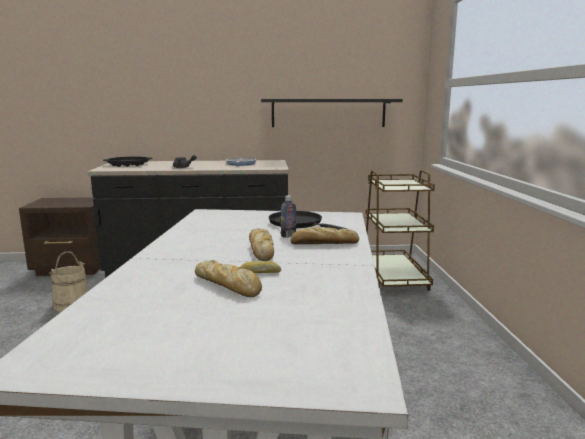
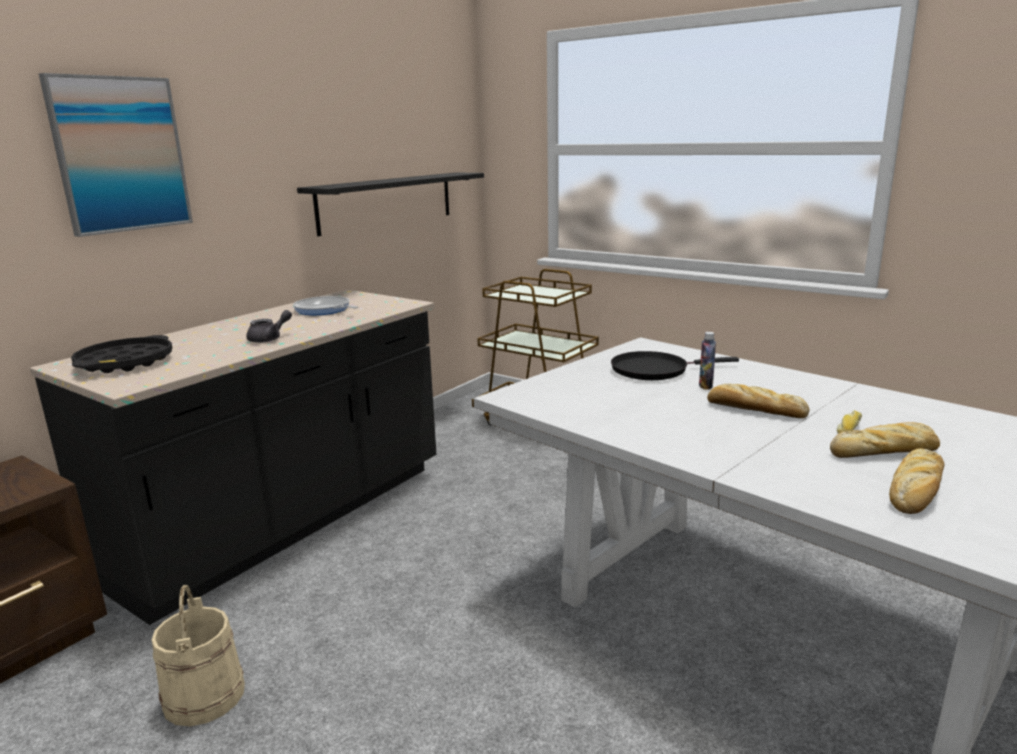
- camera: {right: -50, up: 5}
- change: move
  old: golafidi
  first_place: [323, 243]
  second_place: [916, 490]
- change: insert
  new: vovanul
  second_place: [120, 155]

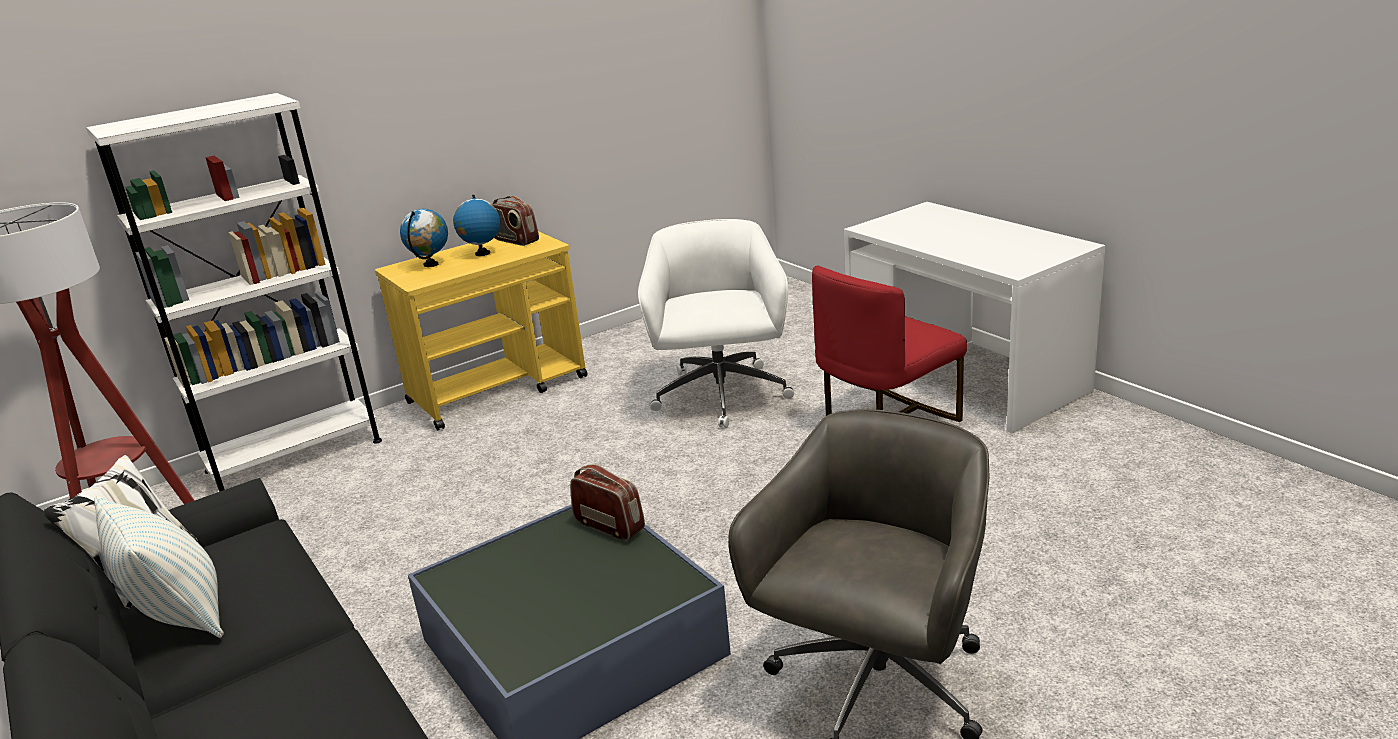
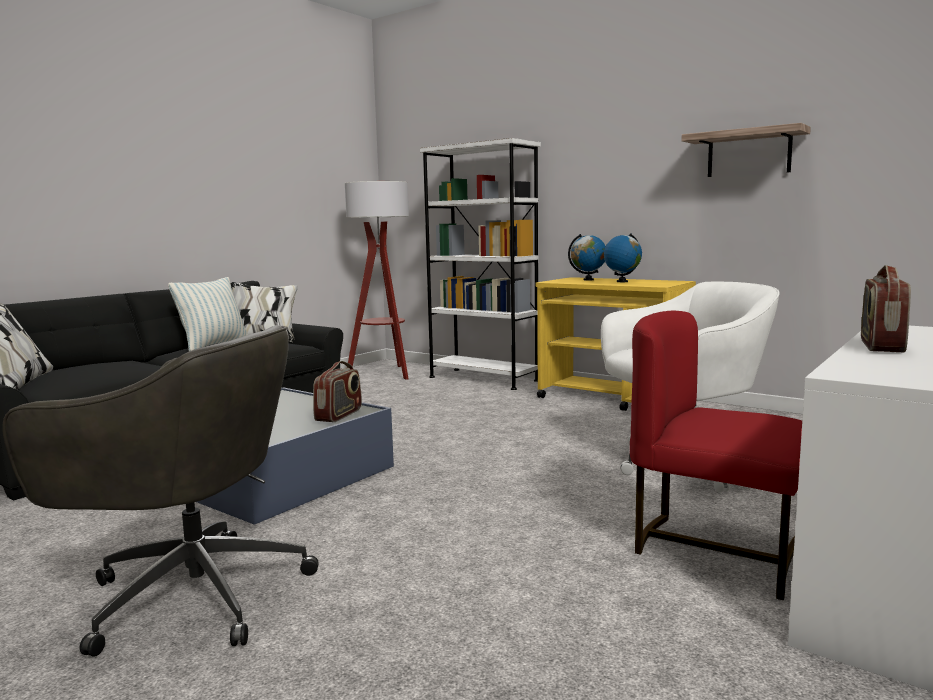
- camera: {right: 70, up: -15}
- change: move
  old: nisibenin
  first_place: [516, 240]
  second_place: [880, 346]
- change: insert
  new: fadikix
  second_place: [749, 153]

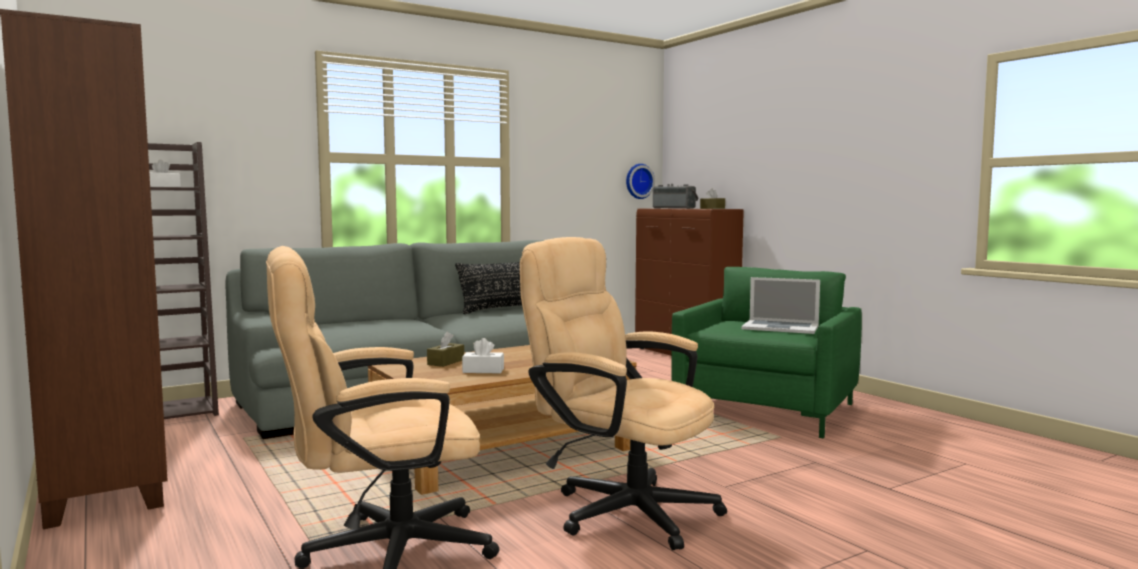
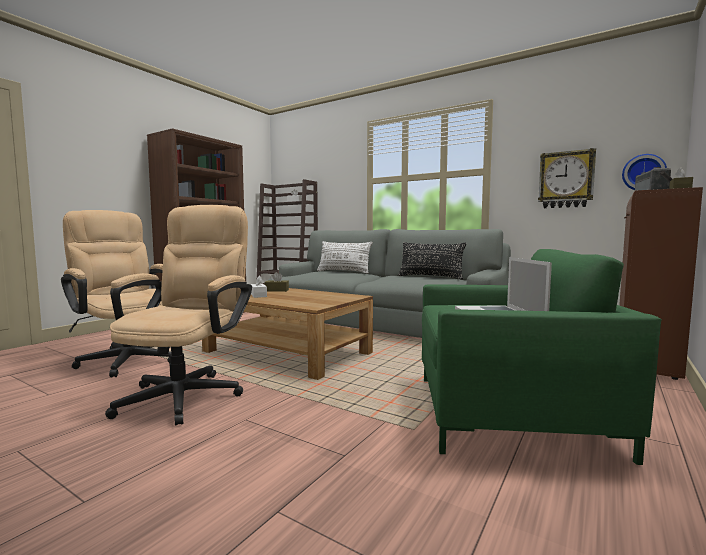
- camera: {right: 65, up: 0}
- change: insert
  new: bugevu
  second_place: [566, 180]
- change: insert
  new: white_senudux
  second_place: [344, 272]

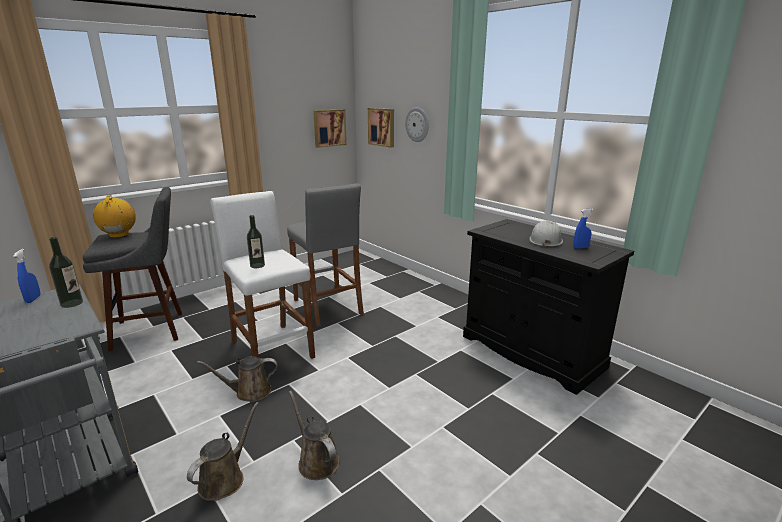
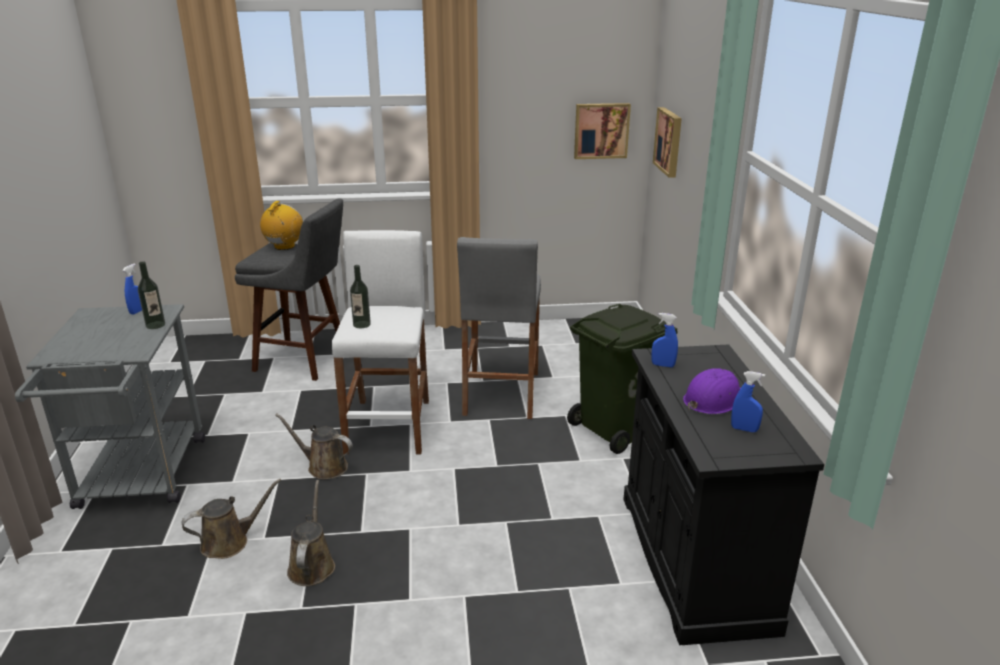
- camera: {right: 35, up: 5}
- change: delete
  old: bugevu
  first_place: [417, 124]
- change: recolor
  old: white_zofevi
  new: purple_zofevi
  first_place: [545, 240]
  second_place: [714, 399]
- change: insert
  new: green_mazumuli
  second_place: [615, 430]
- change: insert
  new: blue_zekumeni
  second_place: [663, 365]

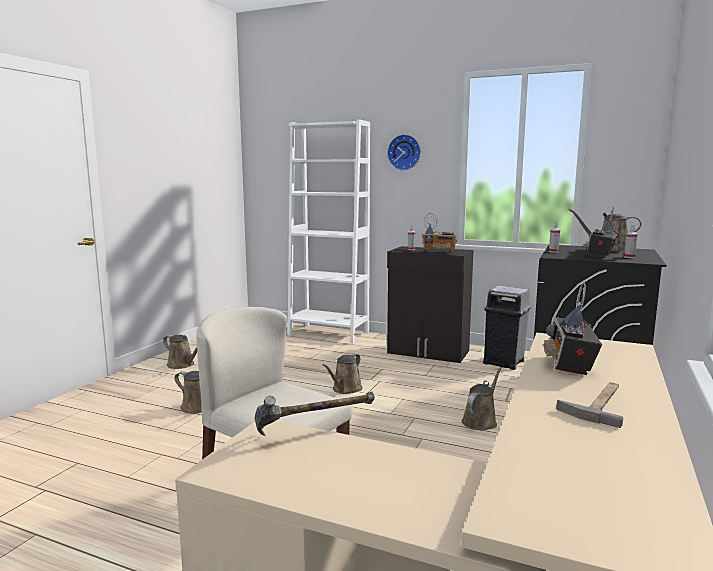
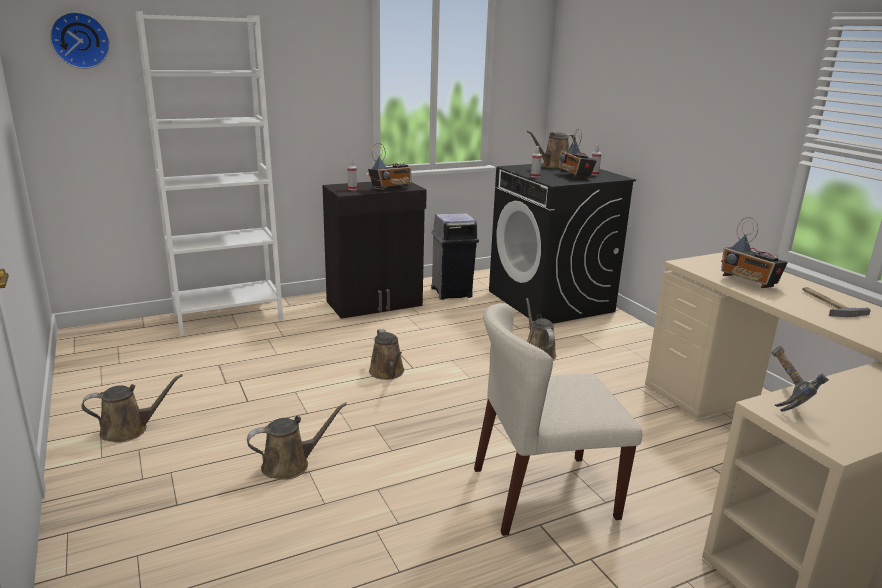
- camera: {right: -50, up: 10}
- change: move
  old: bugevu
  first_place: [404, 152]
  second_place: [80, 40]

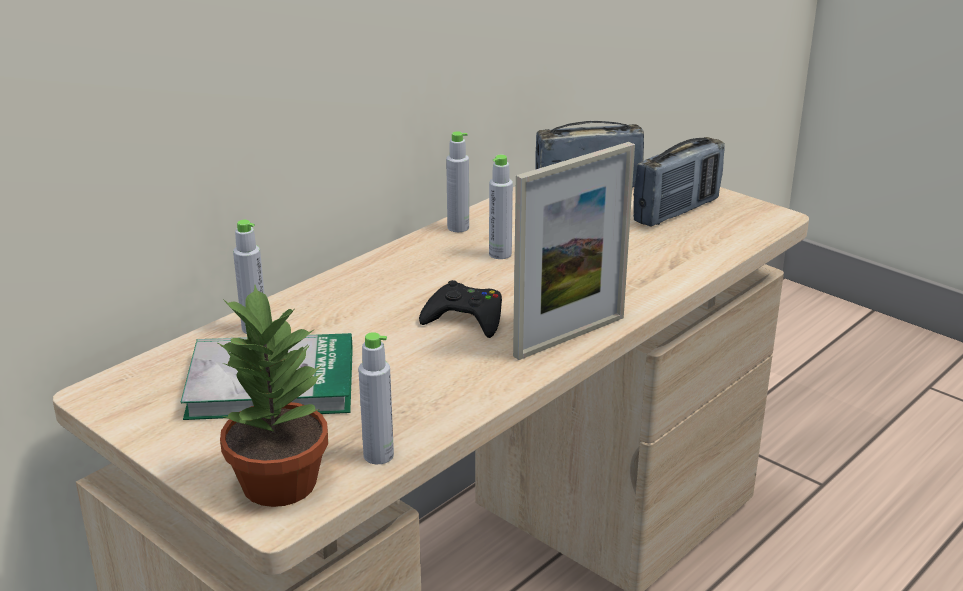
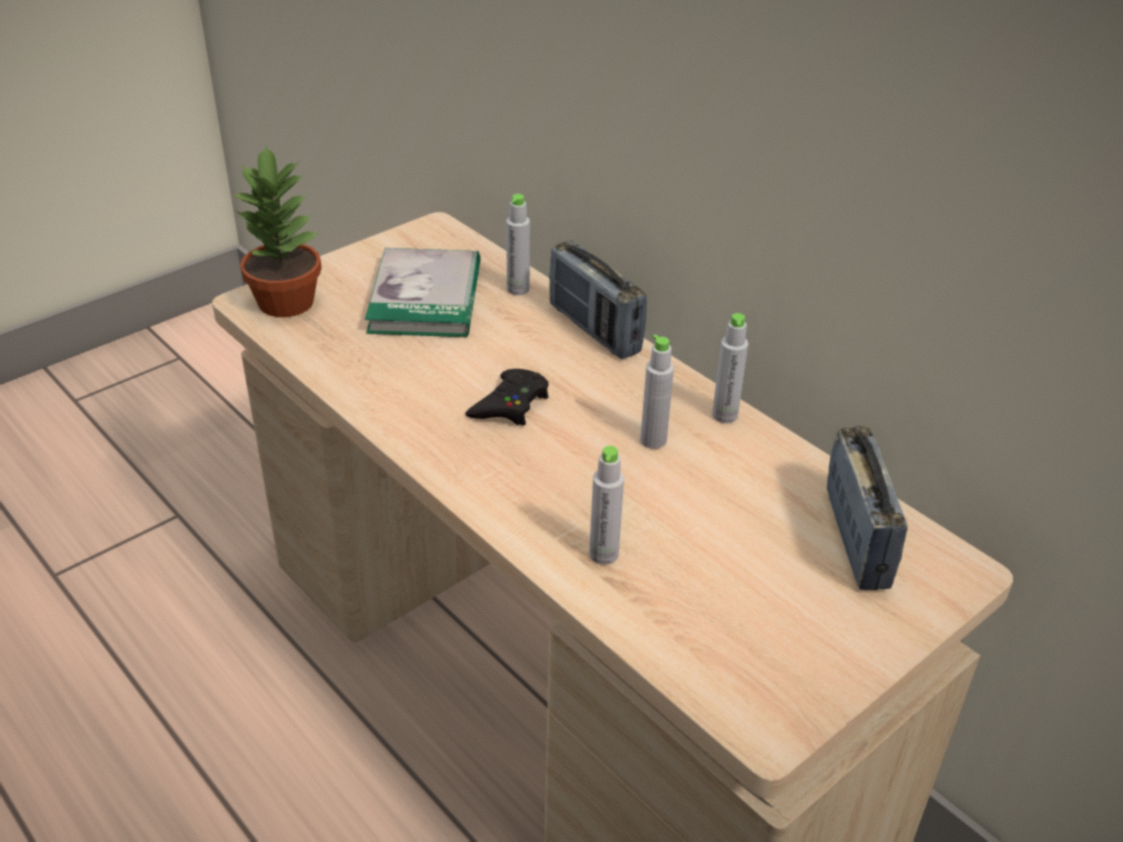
- camera: {right: 95, up: 10}
- change: move
  old: nisibenin
  first_place: [676, 211]
  second_place: [594, 329]
- change: delete
  old: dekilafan
  first_place: [569, 336]
- change: move
  old: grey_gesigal
  first_place: [378, 455]
  second_place: [603, 554]

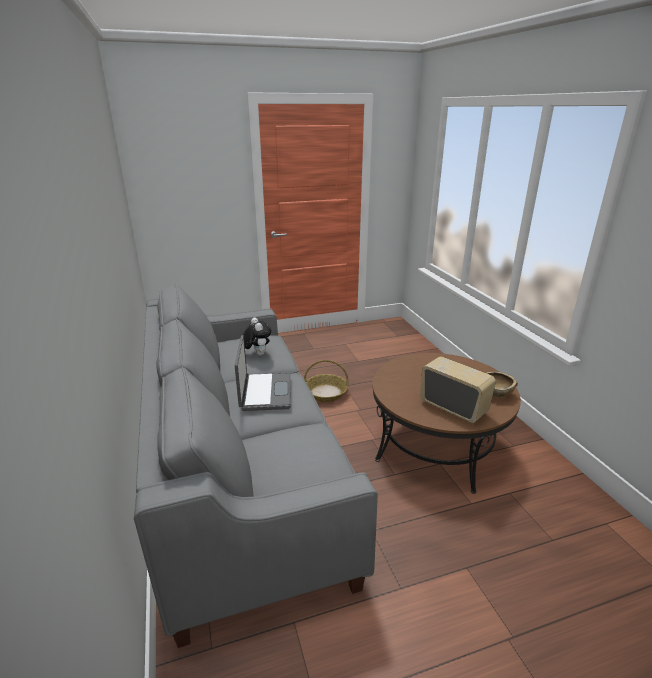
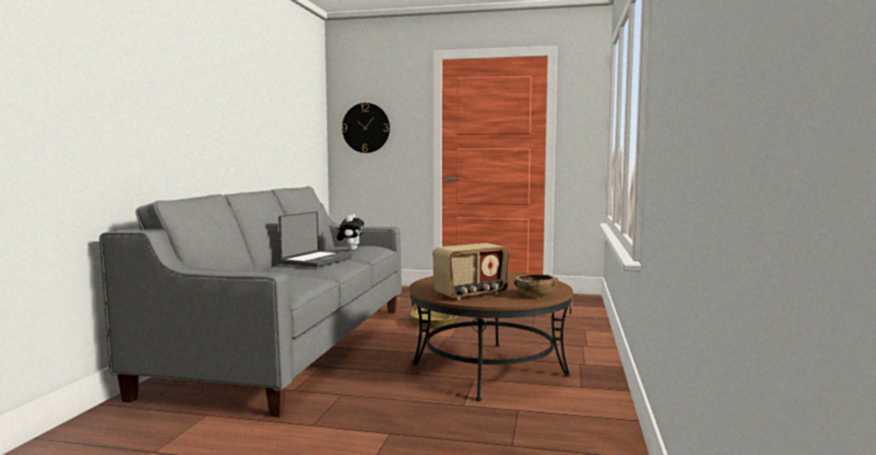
- camera: {right: 30, up: -20}
- change: rotate
  old: nisibenin
  first_place: [453, 407]
  second_place: [471, 294]
  degrees: 75
- change: insert
  new: bugevu
  second_place: [366, 128]

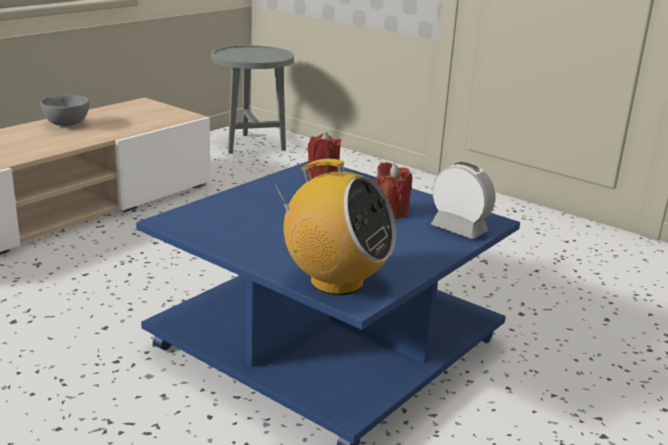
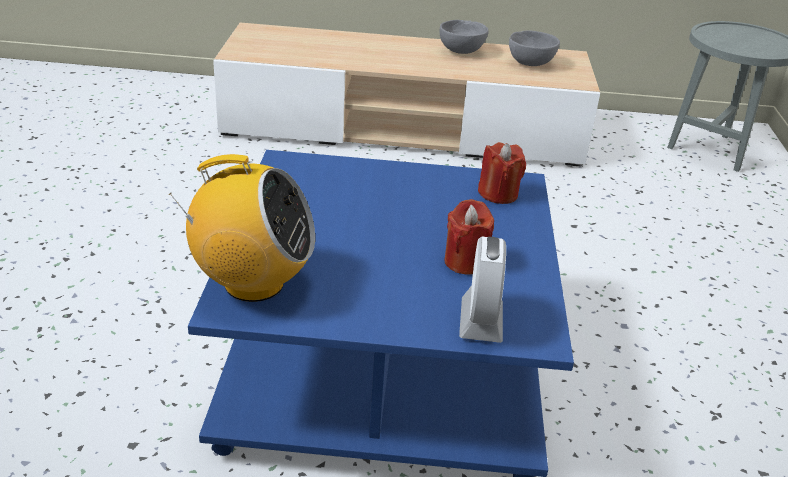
- camera: {right: 55, up: 10}
- change: rotate
  old: nisibenin
  first_place: [335, 282]
  second_place: [253, 284]
  degrees: -75
- change: insert
  new: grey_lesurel
  second_place: [530, 63]

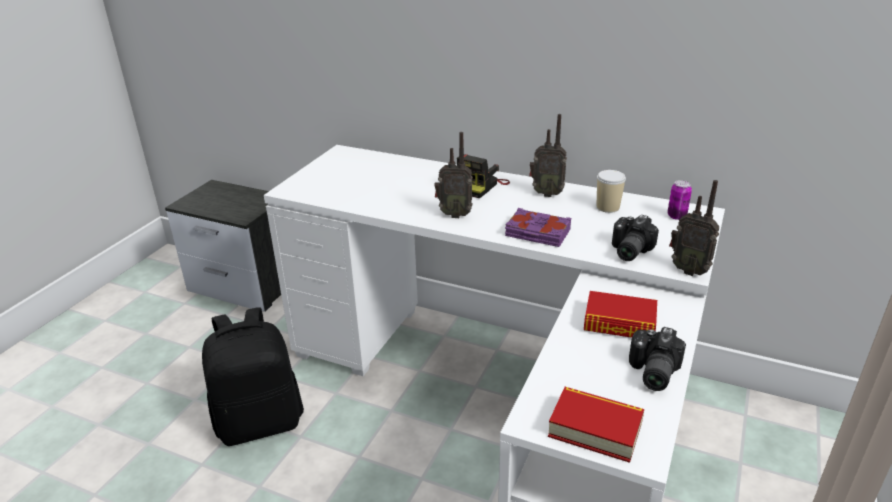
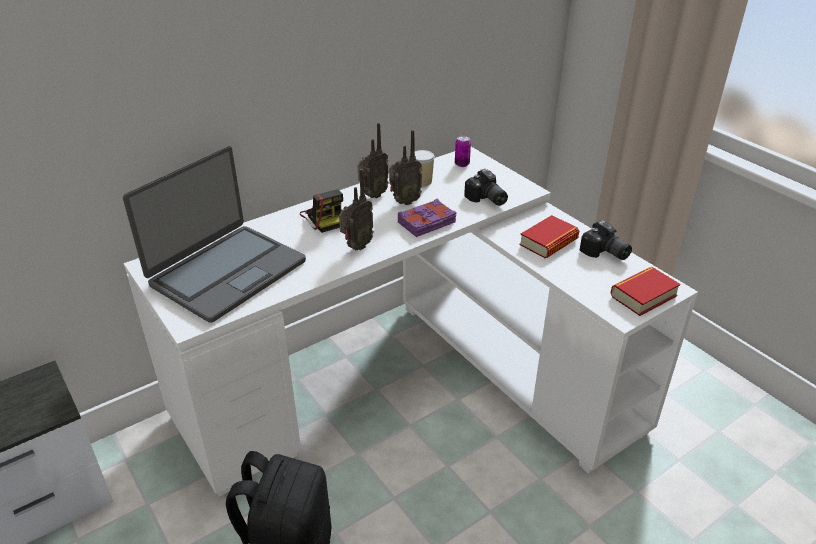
- camera: {right: -60, up: 5}
- change: move
  old: nisibenin
  first_place: [688, 270]
  second_place: [404, 202]
- change: insert
  new: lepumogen
  second_place: [227, 272]

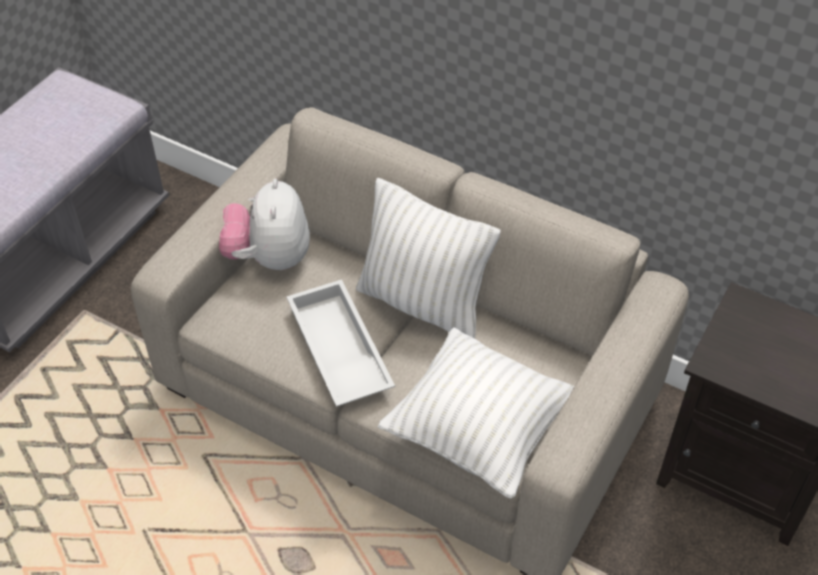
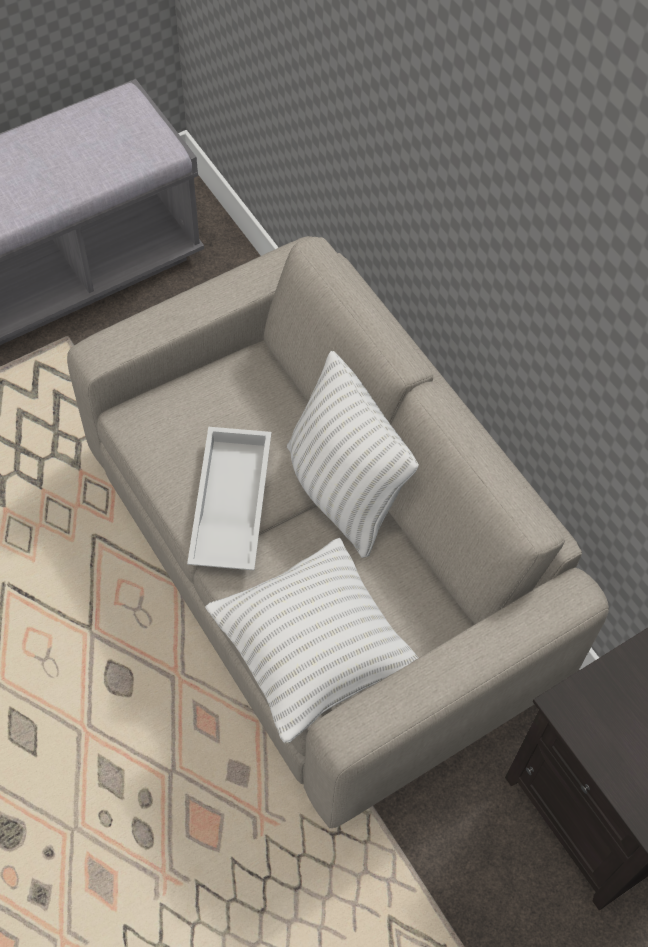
- camera: {right: 25, up: 10}
- change: delete
  old: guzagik
  first_place: [269, 257]

